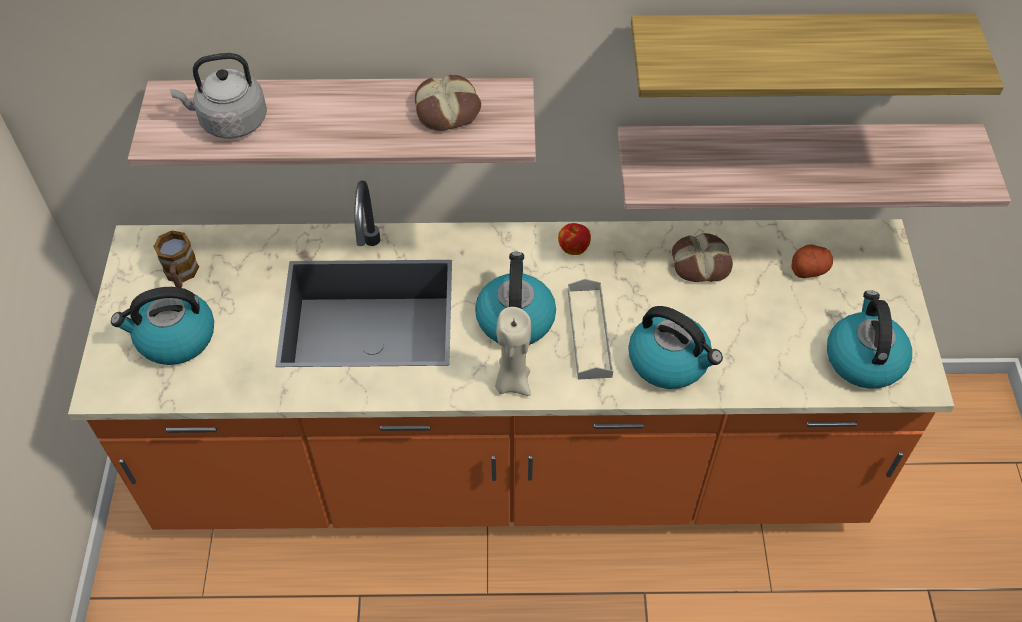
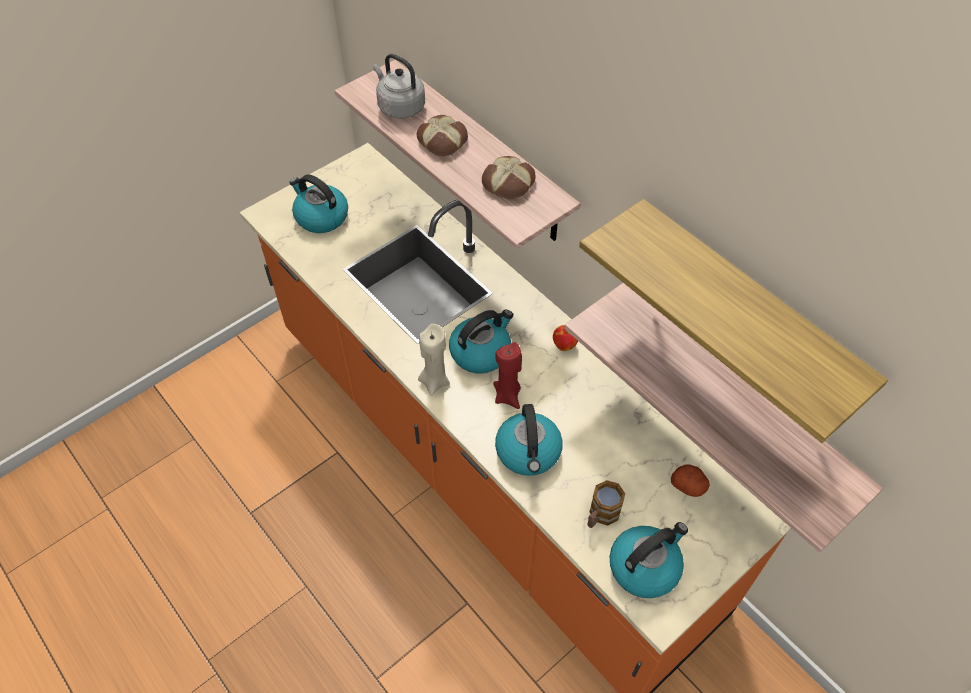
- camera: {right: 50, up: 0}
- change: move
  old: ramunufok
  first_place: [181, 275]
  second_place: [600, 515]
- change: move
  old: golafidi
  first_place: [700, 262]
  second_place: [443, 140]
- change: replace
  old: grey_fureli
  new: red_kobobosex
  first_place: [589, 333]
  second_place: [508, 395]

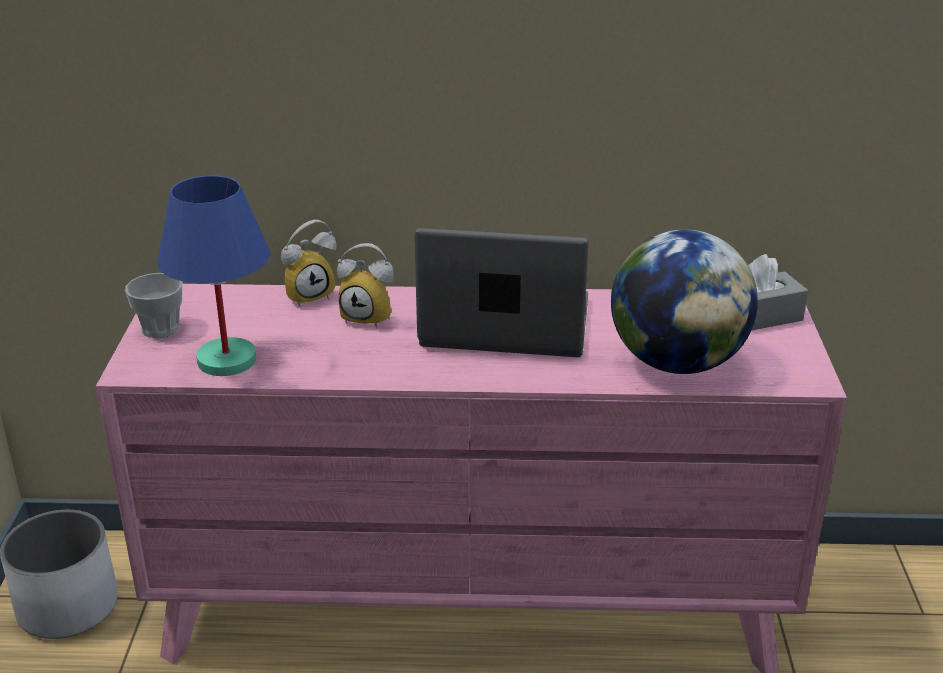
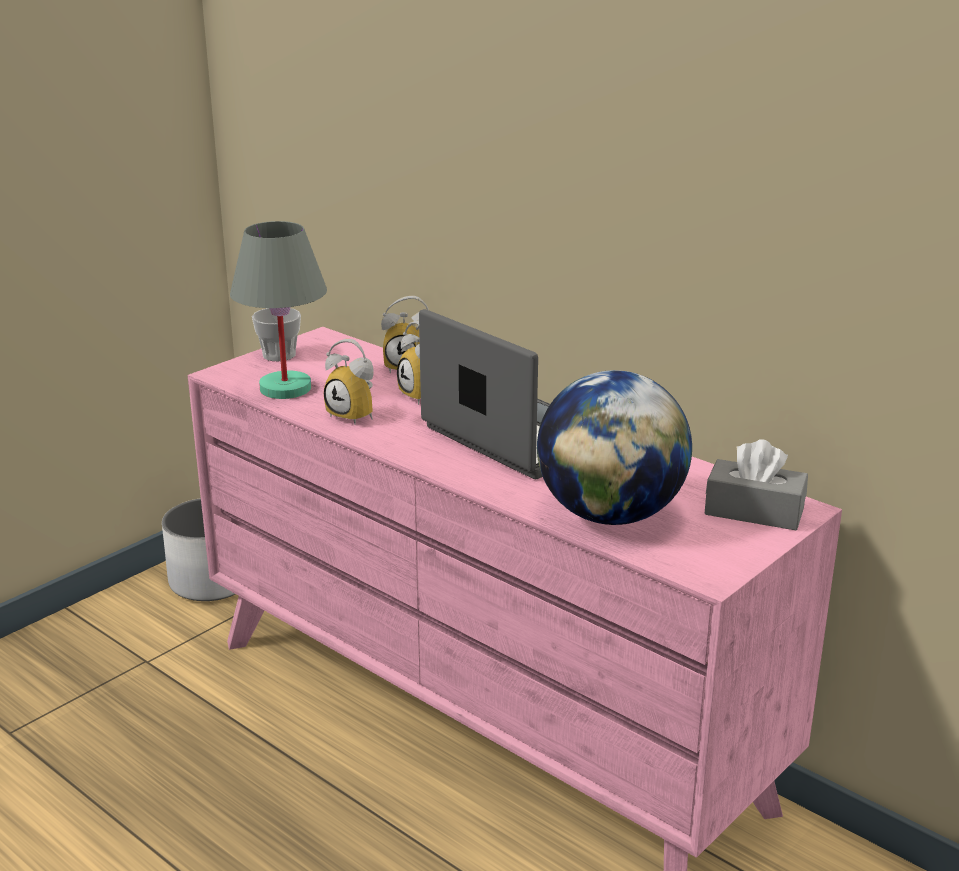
- camera: {right: 40, up: -5}
- change: recolor
  old: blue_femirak
  new: grey_femirak
  first_place: [226, 360]
  second_place: [285, 388]
- change: insert
  new: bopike
  second_place: [356, 415]

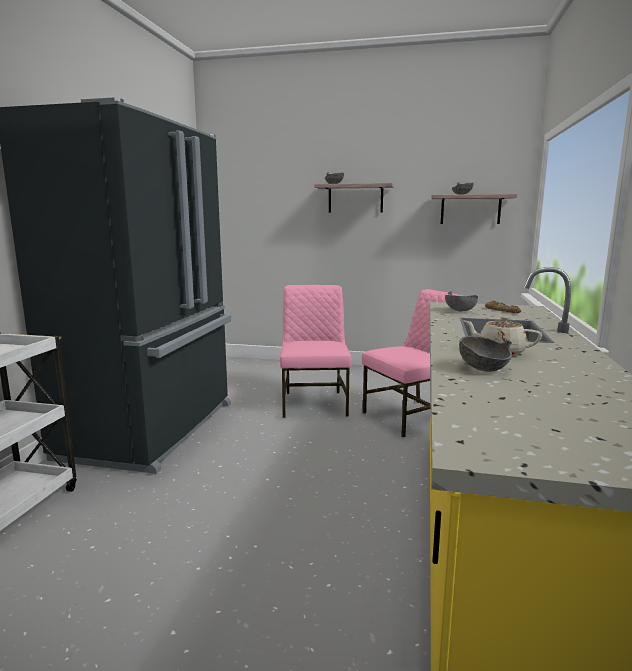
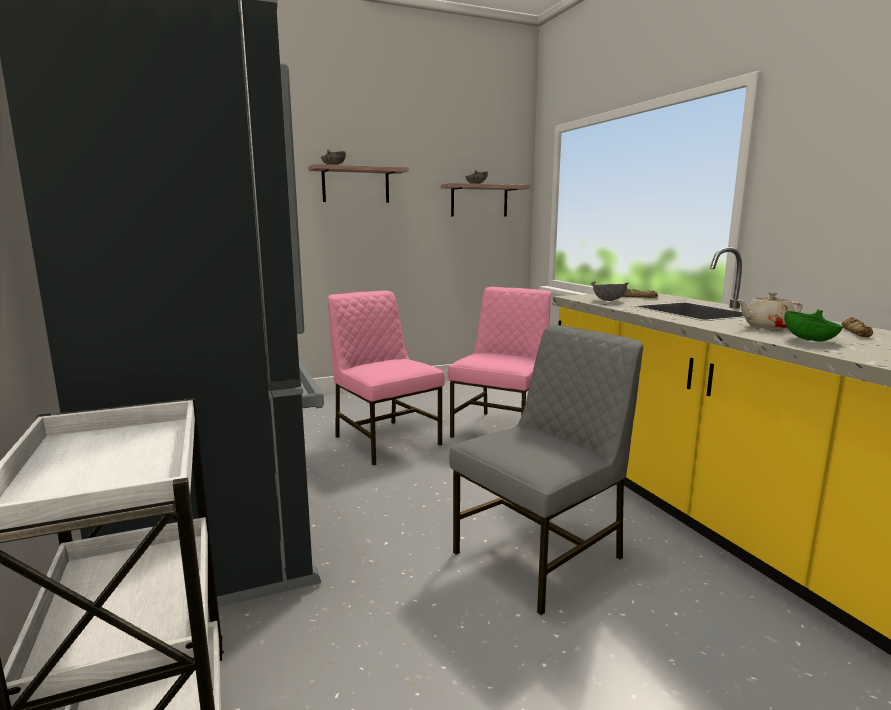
- camera: {right: -35, up: 0}
- change: recolor
  old: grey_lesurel
  new: green_lesurel
  first_place: [483, 369]
  second_place: [810, 340]
- change: insert
  new: golafidi
  second_place: [857, 332]
- change: insert
  new: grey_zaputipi
  second_place: [542, 555]

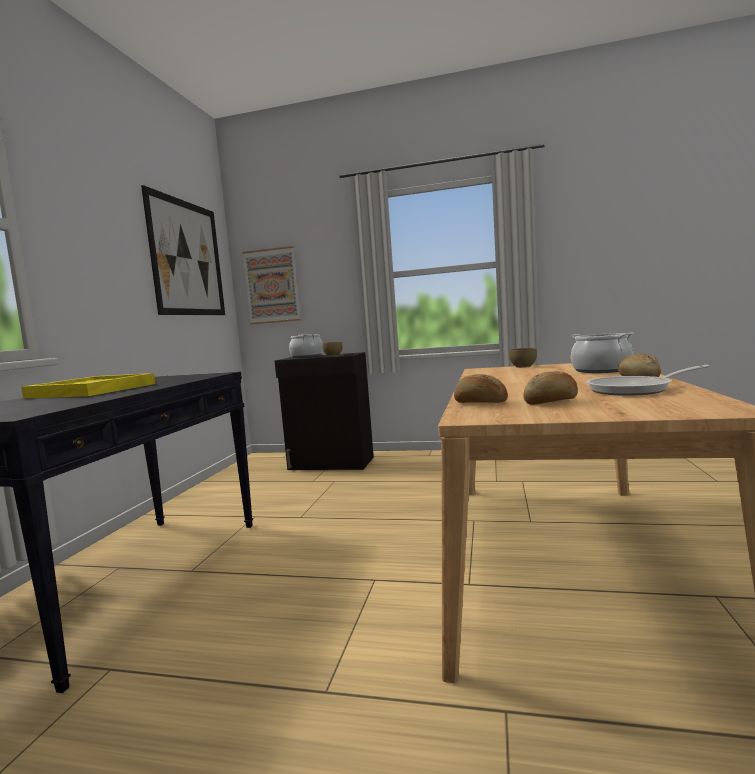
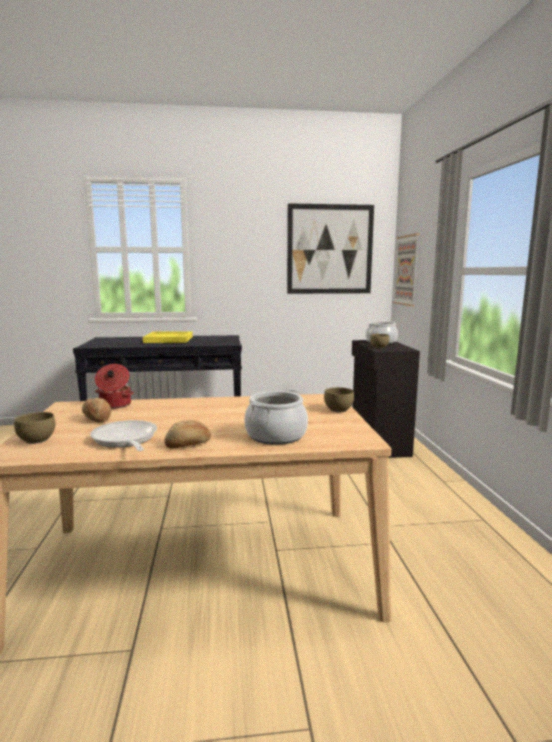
- camera: {right: 70, up: 5}
- change: replace
  old: golafidi
  new: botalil
  first_place: [480, 403]
  second_place: [114, 405]
- change: insert
  new: brown_lesurel
  second_place: [36, 440]

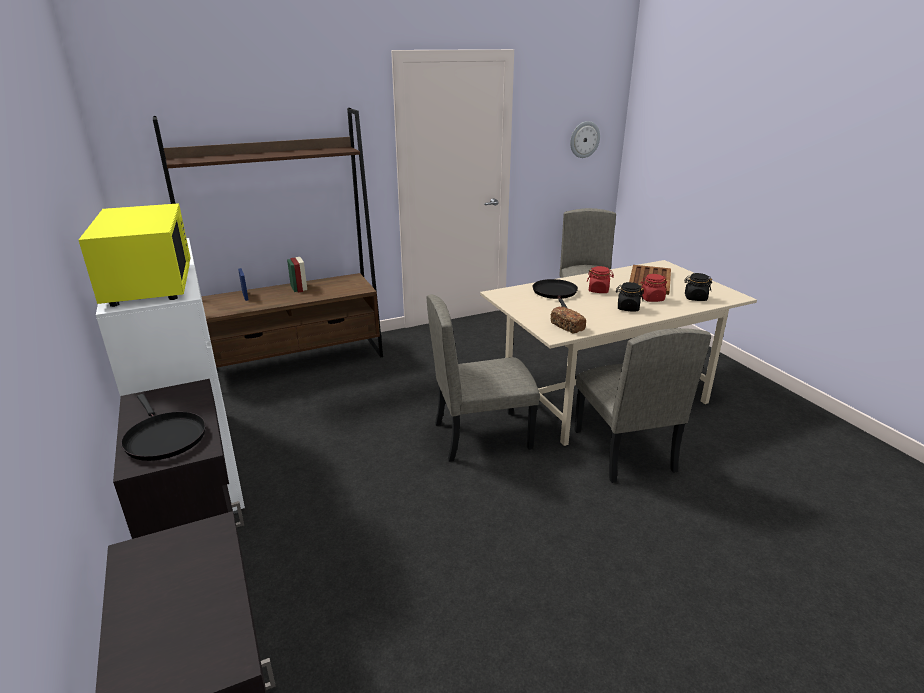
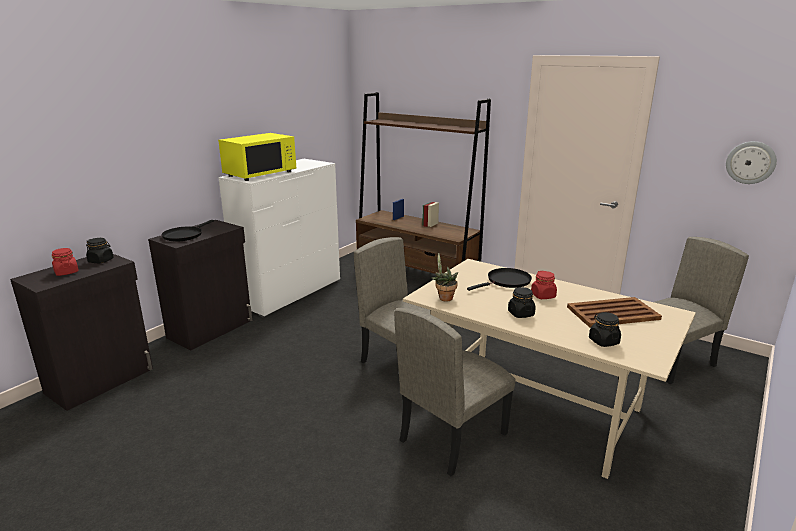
- camera: {right: 60, up: -5}
- change: move
  old: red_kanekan
  first_place: [651, 299]
  second_place: [66, 272]
- change: replace
  old: golafidi
  new: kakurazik
  first_place: [567, 326]
  second_place: [444, 297]
- change: insert
  new: black_kanekan
  second_place: [101, 261]

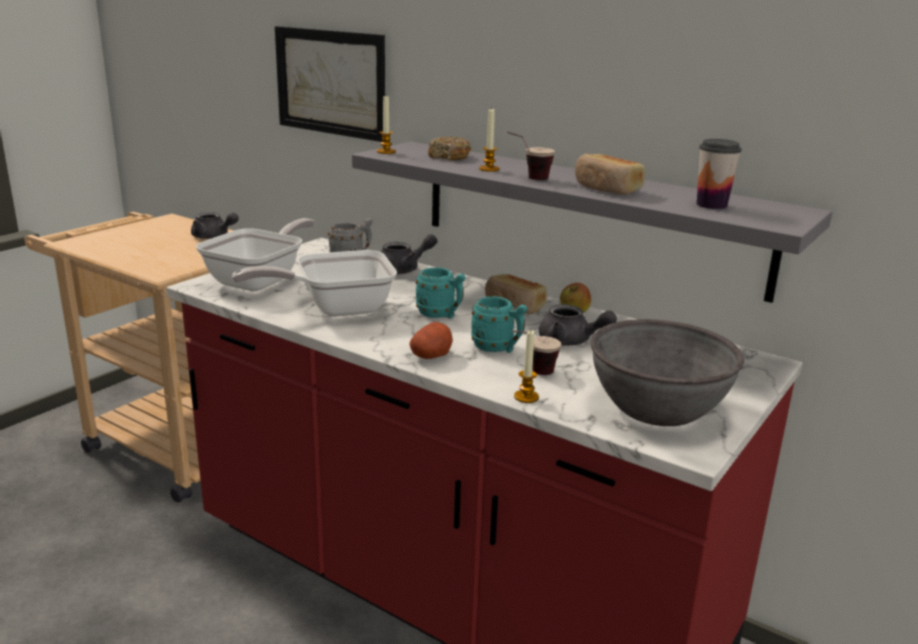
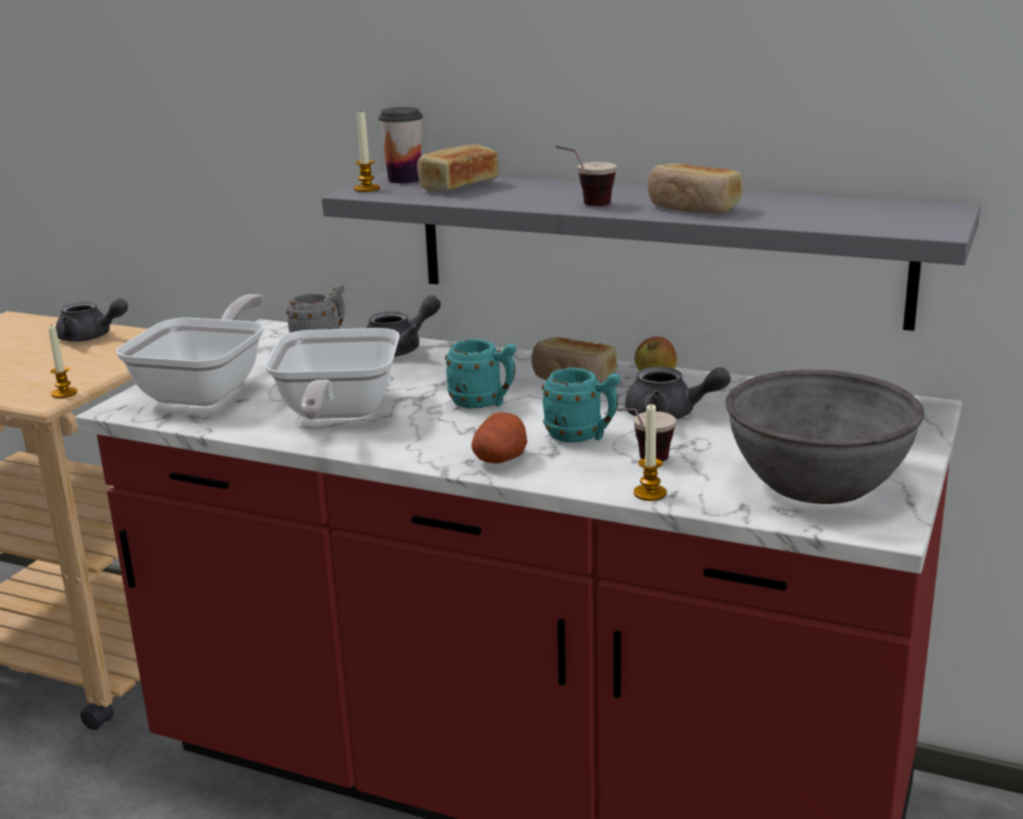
- camera: {right: -10, up: 0}
- change: delete
  old: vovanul
  first_place: [330, 82]
- change: move
  old: kobobosex
  first_place: [489, 169]
  second_place: [64, 393]
- change: replace
  old: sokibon
  new: golafidi
  first_place: [449, 156]
  second_place: [457, 186]
- change: move
  old: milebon
  first_place: [711, 205]
  second_place: [404, 179]
- change: rotate
  old: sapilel
  first_place: [335, 308]
  second_place: [335, 414]
  degrees: -60

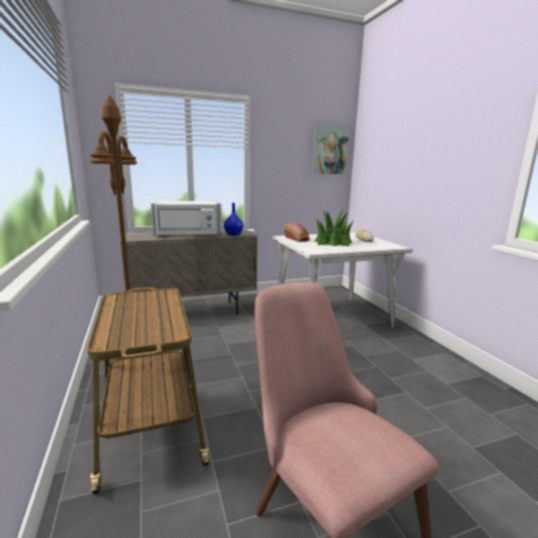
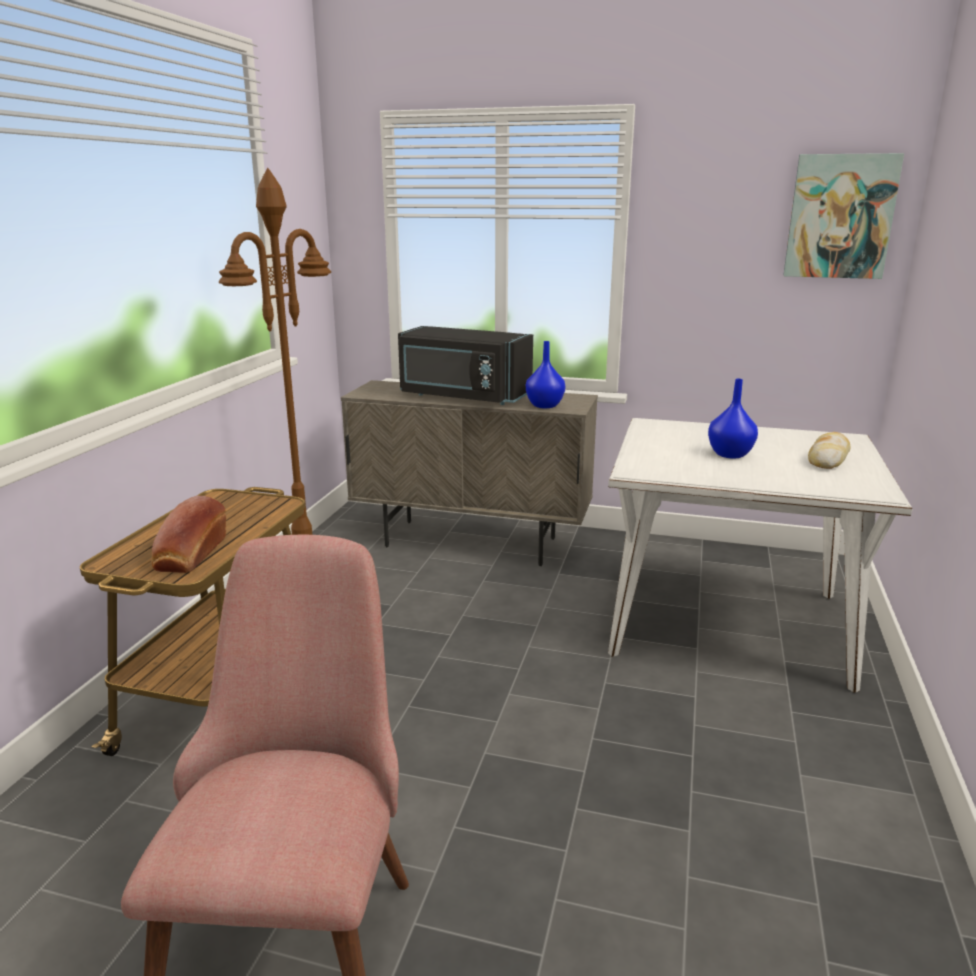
- camera: {right: 35, up: 5}
- change: recolor
  old: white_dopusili
  new: black_dopusili
  first_place: [188, 235]
  second_place: [462, 397]
- change: replace
  old: kakurazik
  new: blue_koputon
  first_place: [332, 242]
  second_place: [730, 454]
- change: move
  old: golafidi
  first_place: [297, 239]
  second_place: [190, 555]

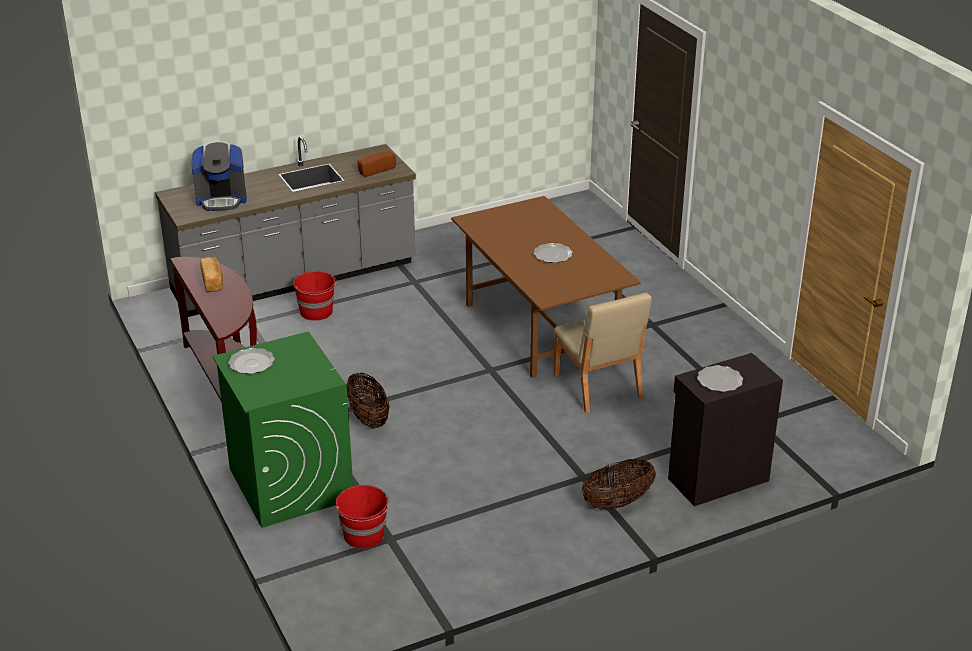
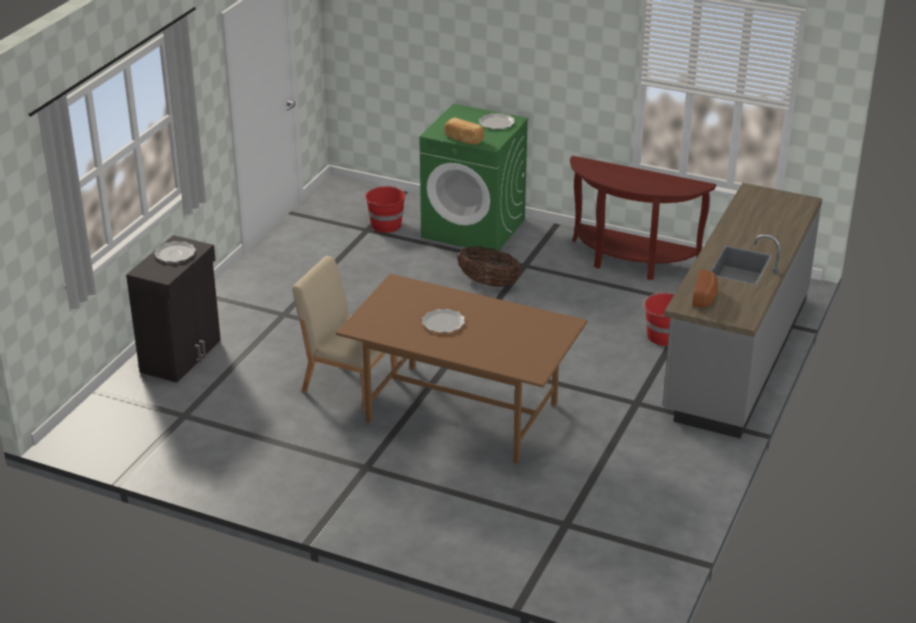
- camera: {right: 140, up: 0}
- change: delete
  old: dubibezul
  first_place: [221, 199]
- change: move
  old: golafidi
  first_place: [213, 282]
  second_place: [463, 139]
- change: delete
  old: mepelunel
  first_place: [617, 502]

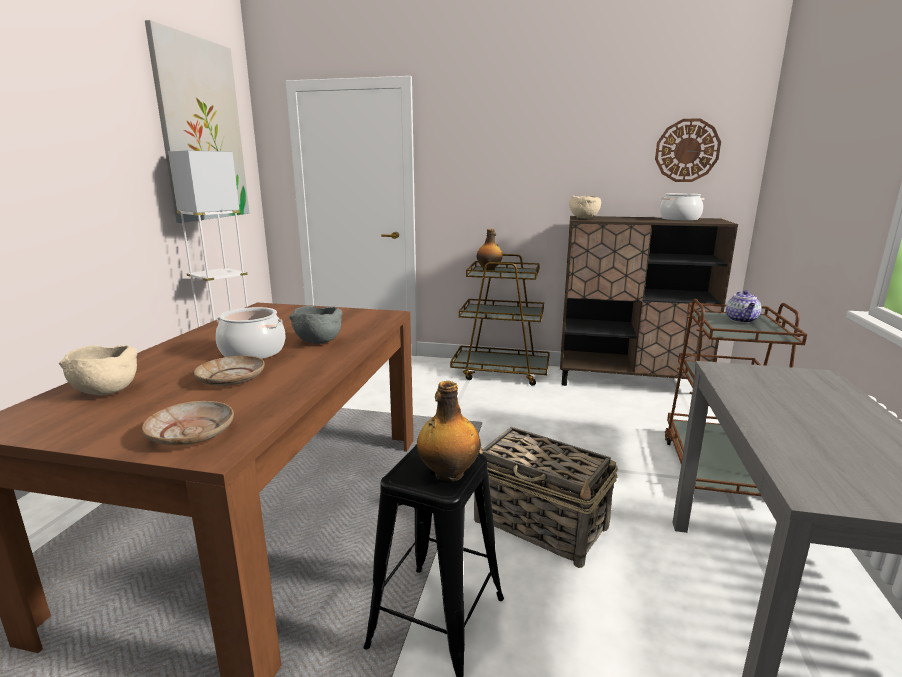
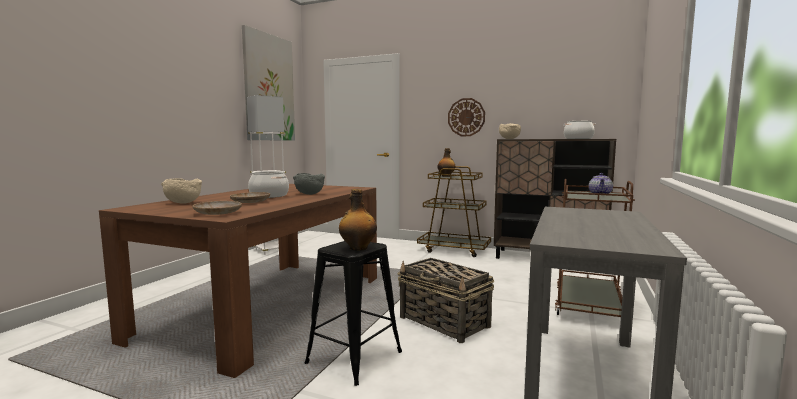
- camera: {right: 10, up: -10}
- change: move
  old: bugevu
  first_place: [687, 150]
  second_place: [466, 117]

